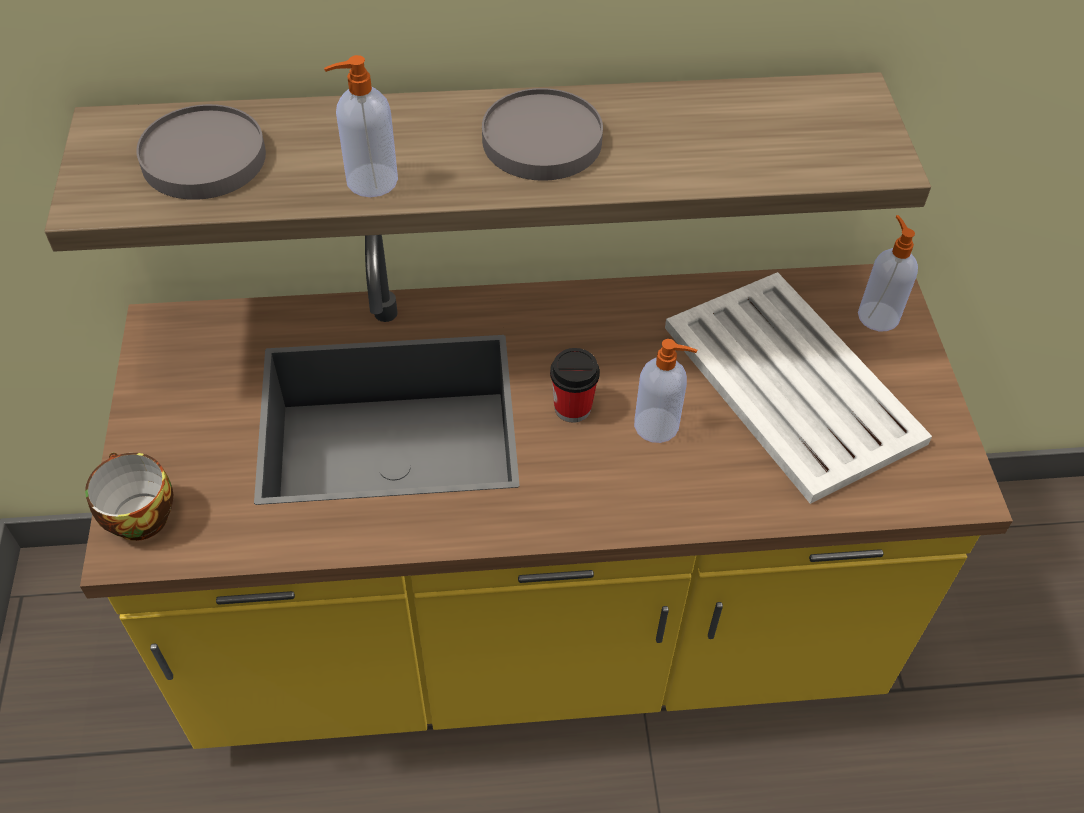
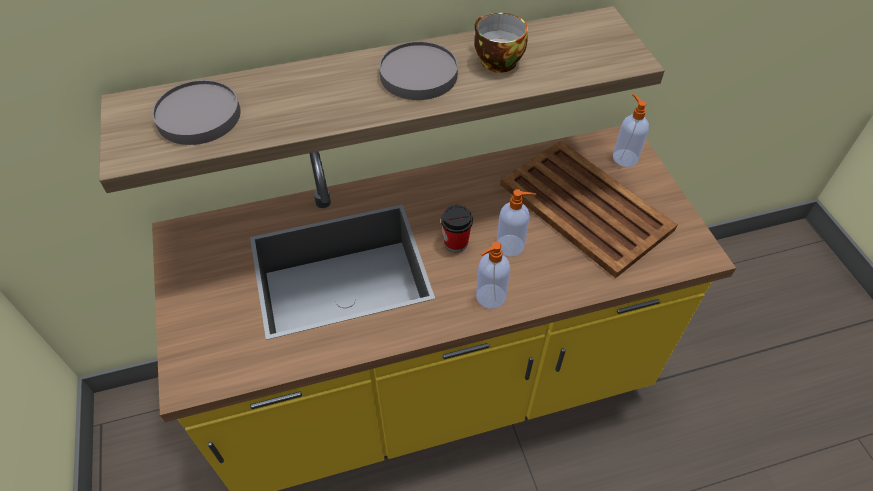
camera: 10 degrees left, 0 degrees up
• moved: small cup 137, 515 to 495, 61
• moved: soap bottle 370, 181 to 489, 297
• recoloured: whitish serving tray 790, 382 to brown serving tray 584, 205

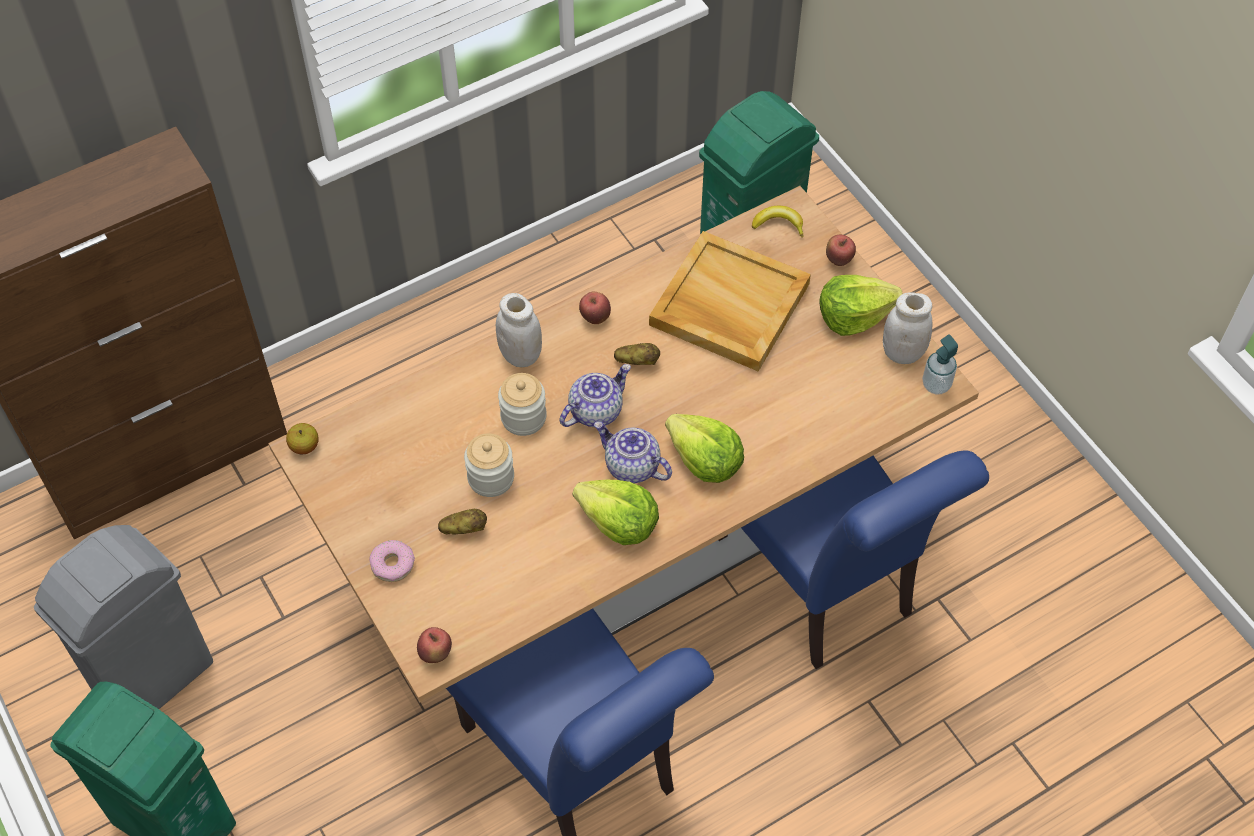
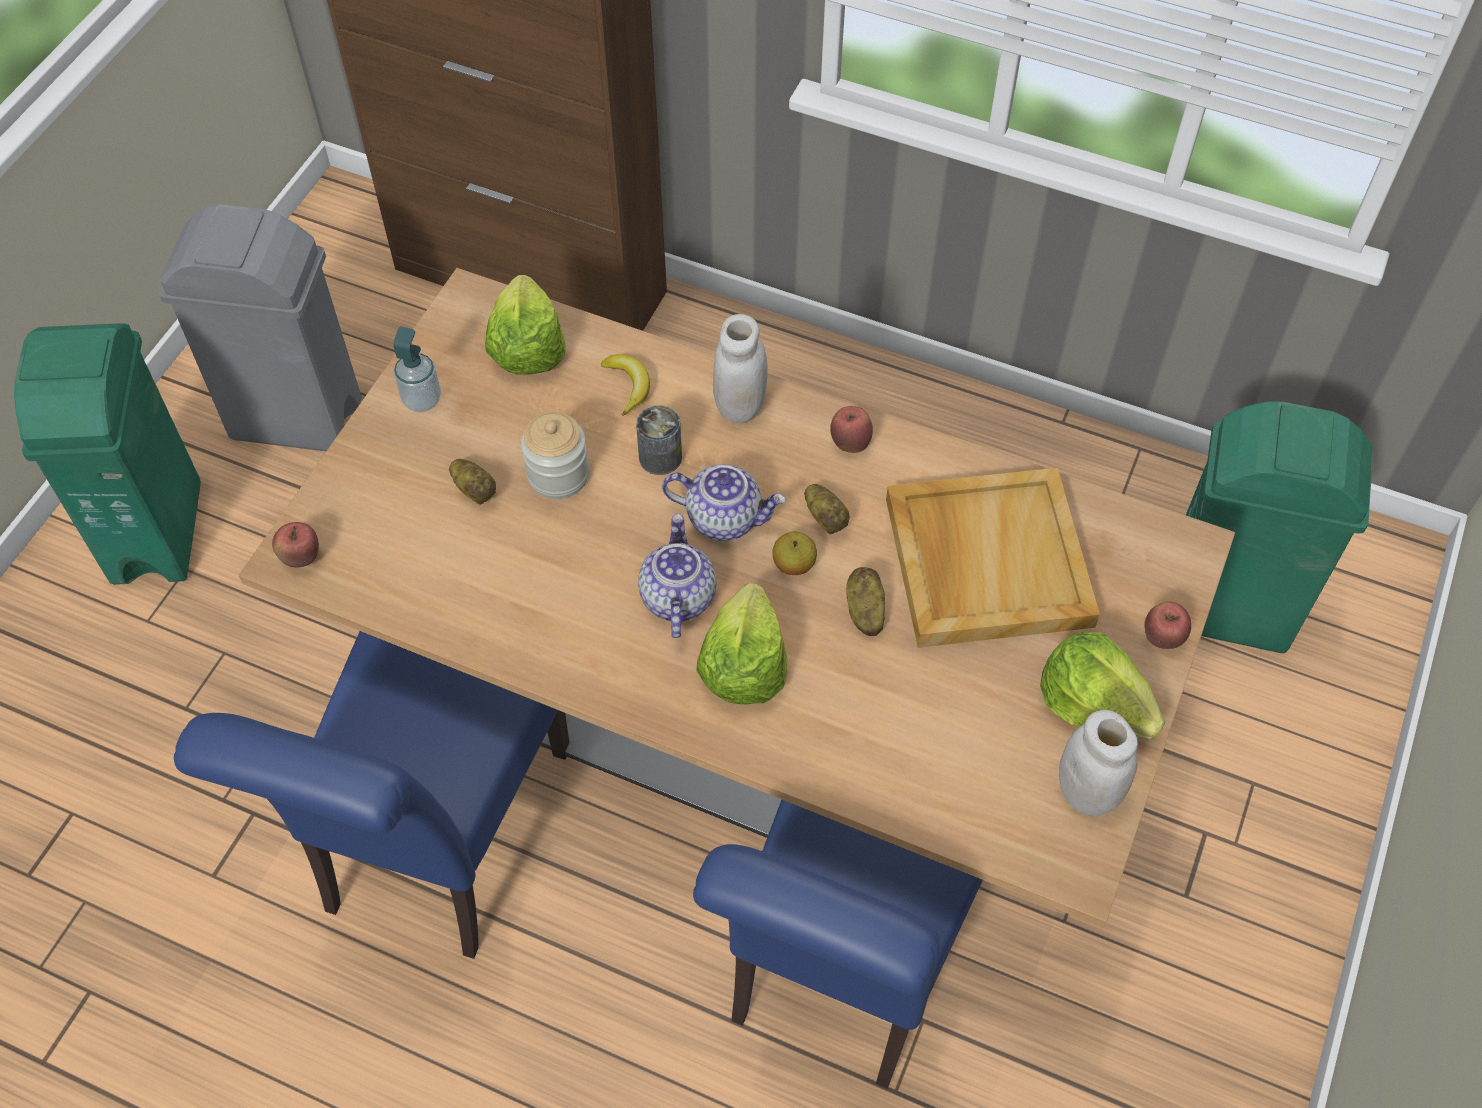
camera: 55 degrees right, 0 degrees up
• removed: ring doughnut 392, 564
• added: whole potato 864, 611
• moved: whole apple 304, 446 to 794, 564
• moved: lettuce head 618, 523 to 526, 348
• moved: banana fruit 779, 224 to 628, 385
• moved: soap bottle 936, 384 to 422, 400
• replaced: preserve jar 523, 417 to can 660, 457

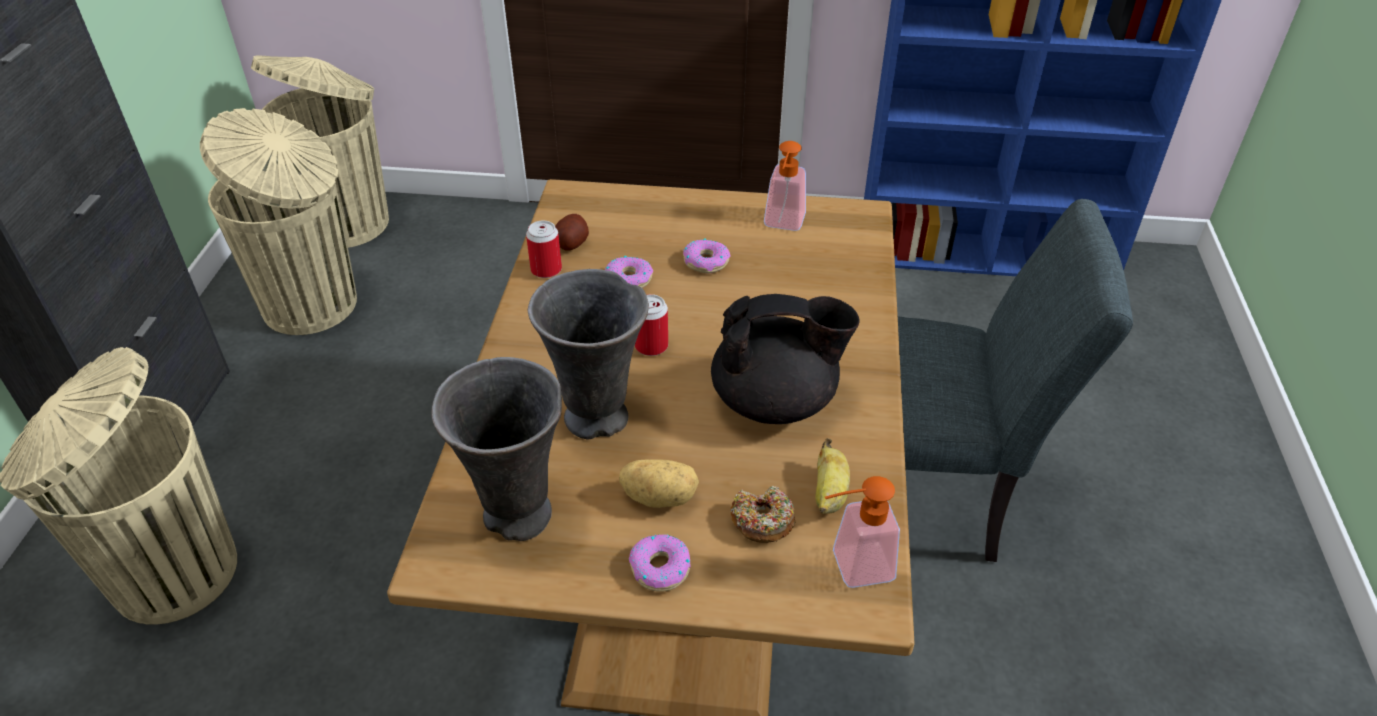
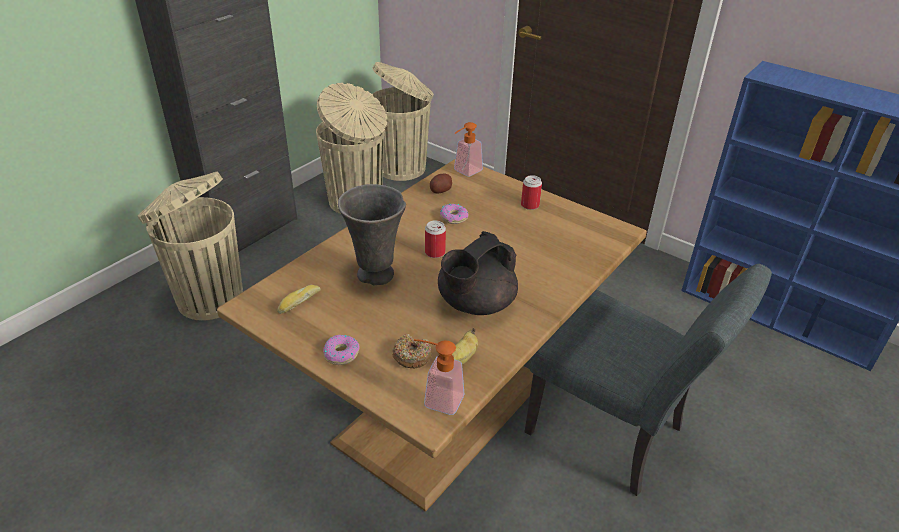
camera: 30 degrees right, 5 degrees down
• removed: whole potato 660, 496
• removed: ring doughnut 706, 262
• moved: can 546, 269 to 530, 205
• moved: soap bottle 783, 224 to 464, 172
• replaced: greyish decorative vase 518, 517 to bread 299, 302
• turned: blackish pot for tea 776, 401 = 475, 304 105 degrees clockwise

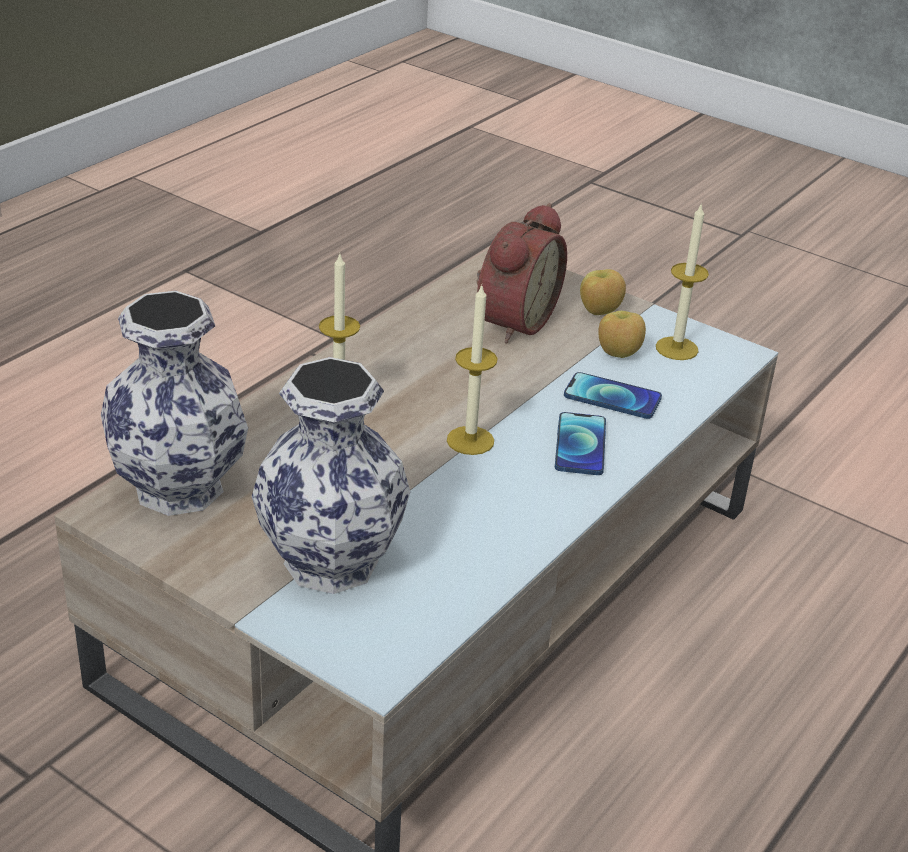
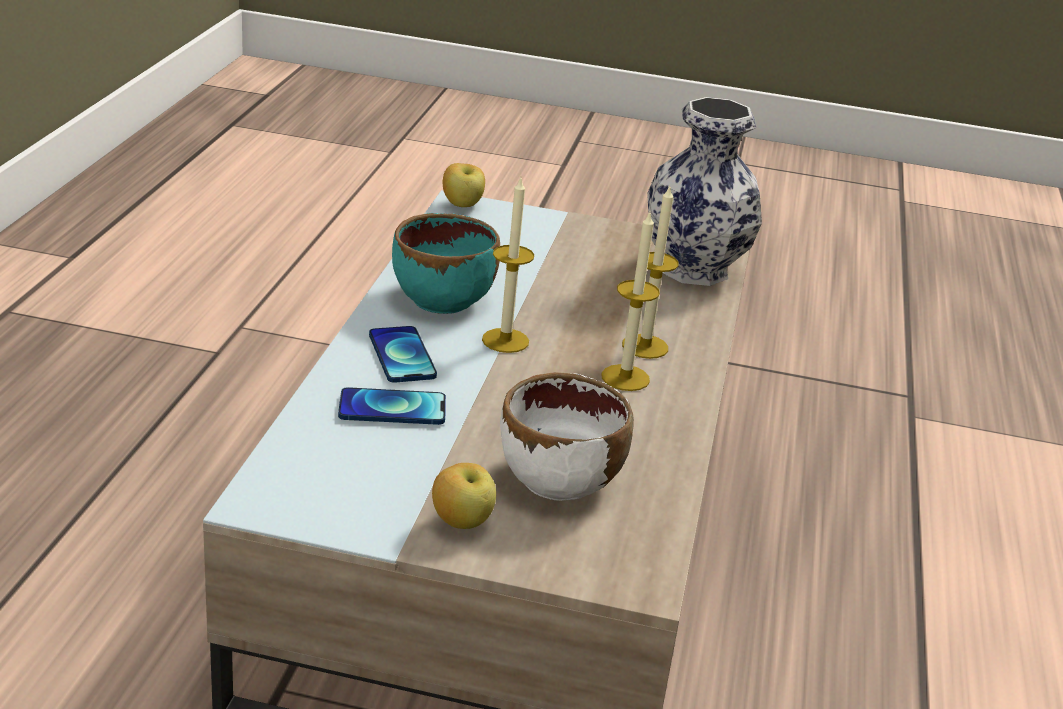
camera: 155 degrees right, 5 degrees down
• removed: decorative vase 334, 562
• added: blue-green serving bowl 443, 300
• moved: whole apple 618, 354 to 462, 205
• moved: wax candle 676, 348 to 625, 378
• replaced: table clock 512, 321 to whitish serving bowl 559, 480

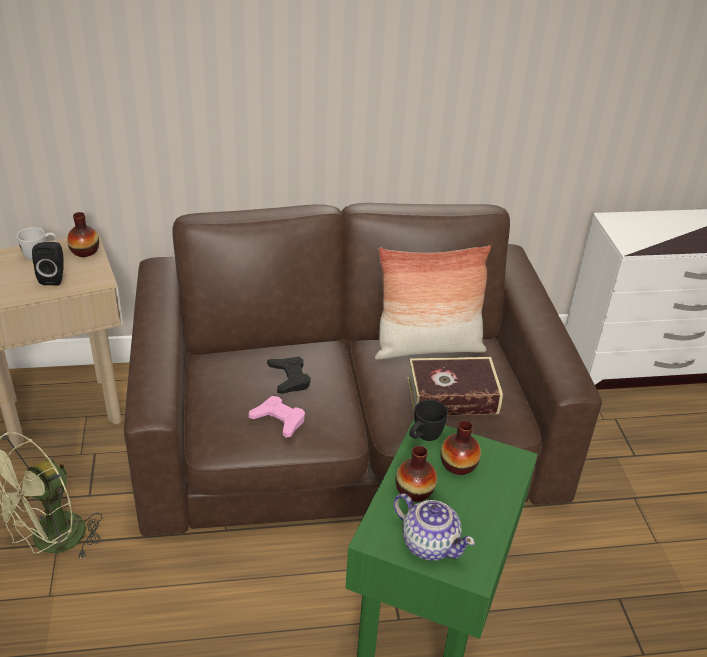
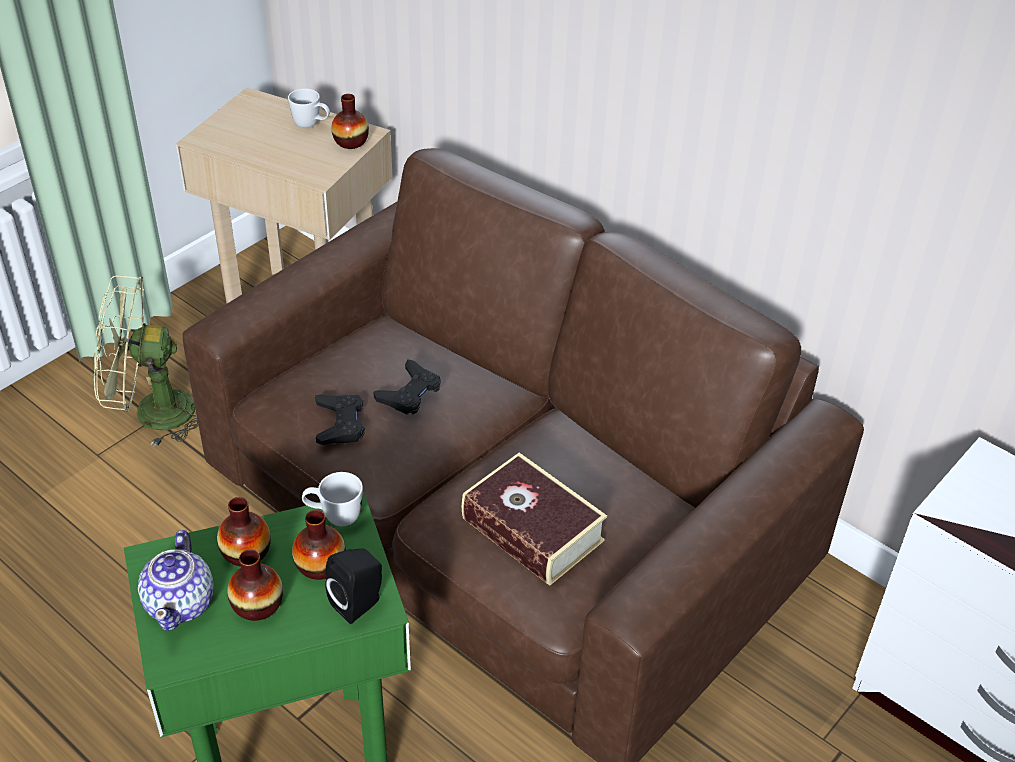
camera: 50 degrees right, 5 degrees up
• removed: pillow 427, 347
• added: decorative vase 257, 605
• moved: blackish audio speaker 54, 277 to 359, 603
• recoloured: pink-coloured joypad 279, 420 to blackish joypad 340, 423
• recoloured: blackish tea mug 424, 438 to whitish tea mug 334, 517

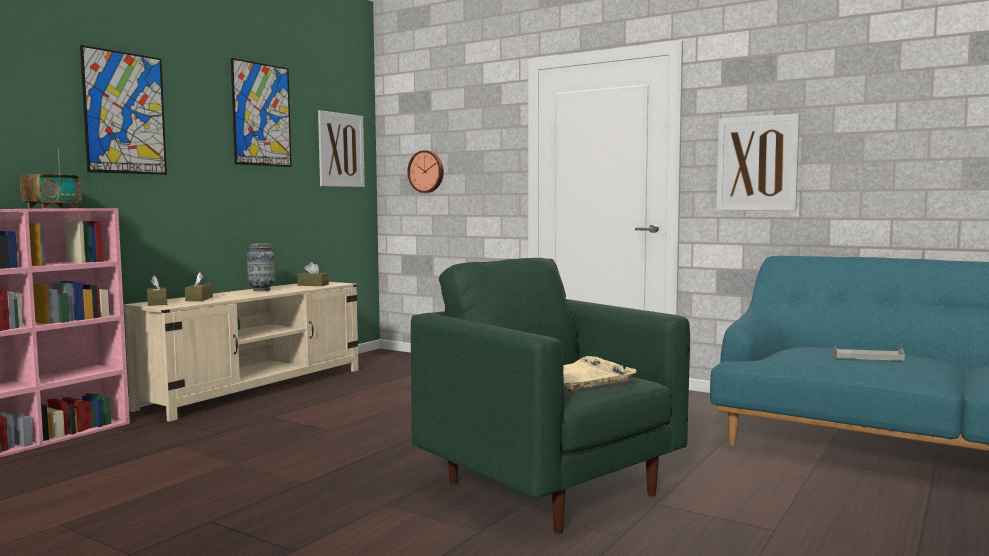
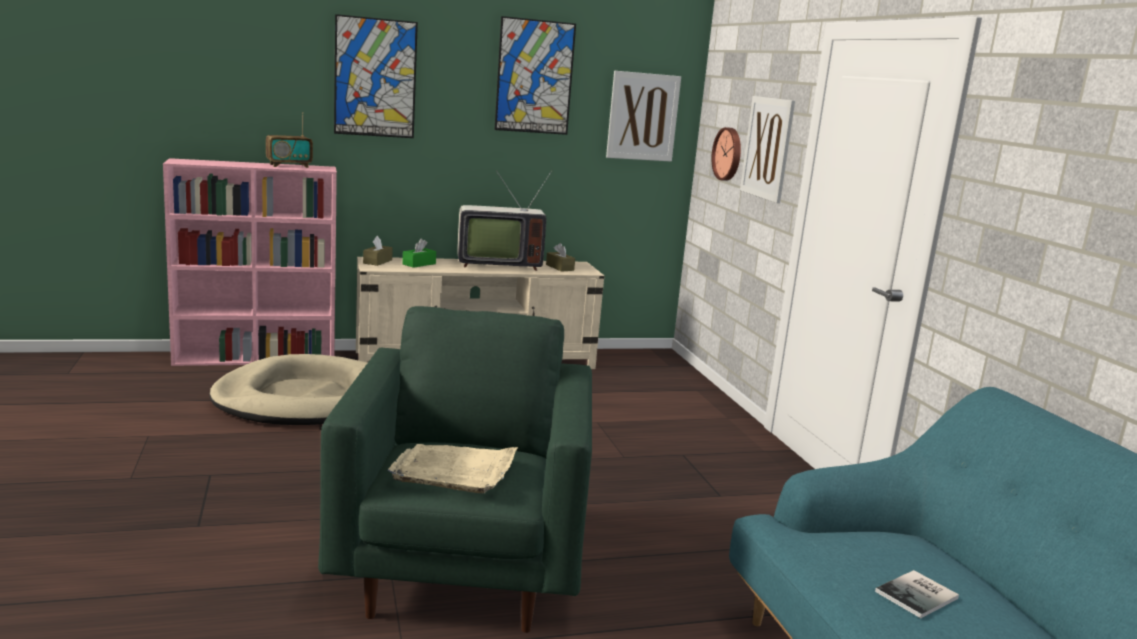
camera: 40 degrees right, 10 degrees up
• added: sand-coloured dog bed 303, 399
• moved: picture 757, 163 to 767, 148
• replaced: decorative vase 261, 290 to TV 497, 264
• replaced: greyish serving tray 867, 357 to volume 919, 595
• recoloured: brown box of tissues 199, 299 to green box of tissues 419, 264

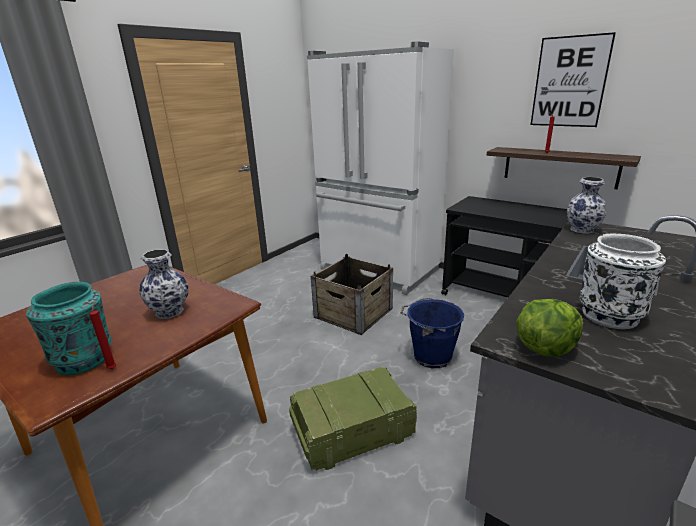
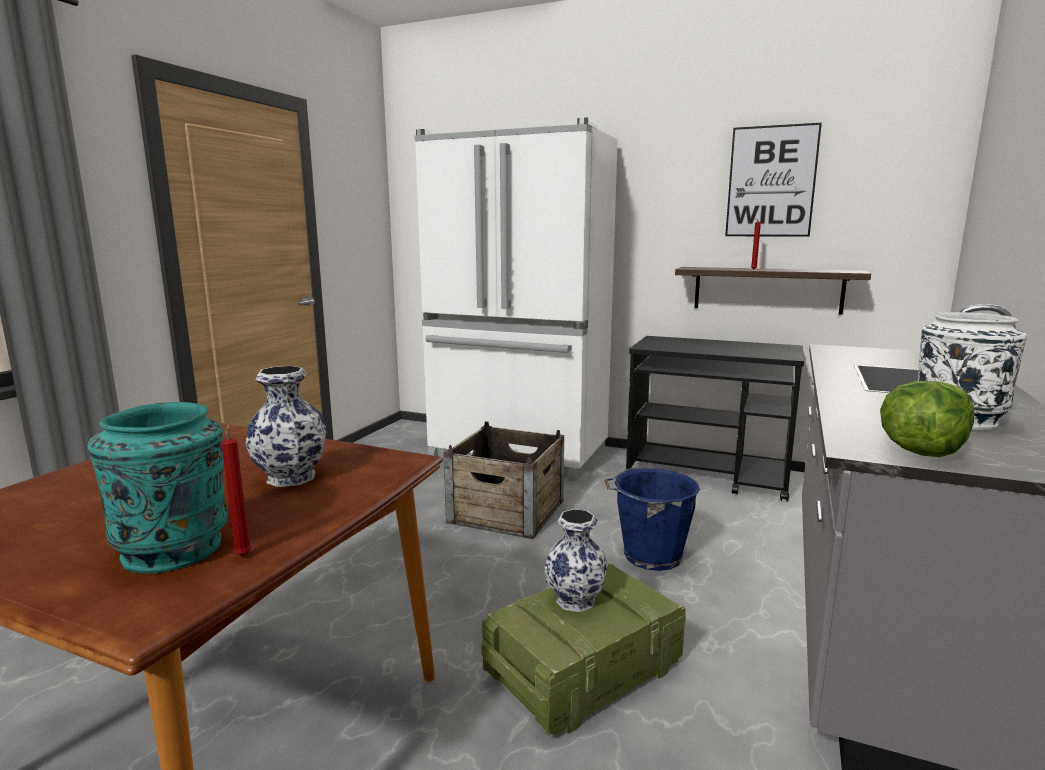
camera: 15 degrees left, 10 degrees down
• moved: decorative vase 582, 229 to 576, 600

